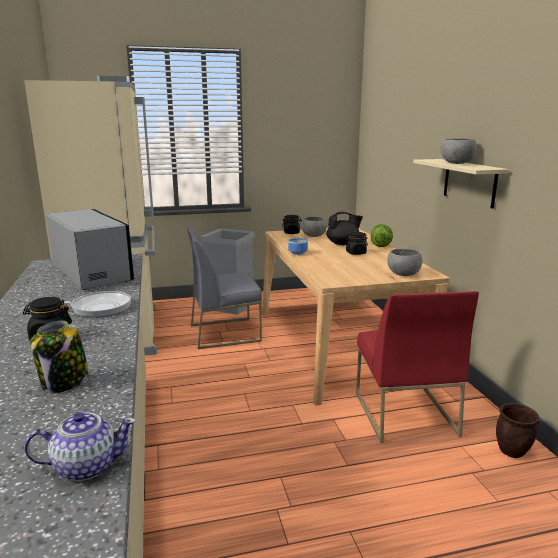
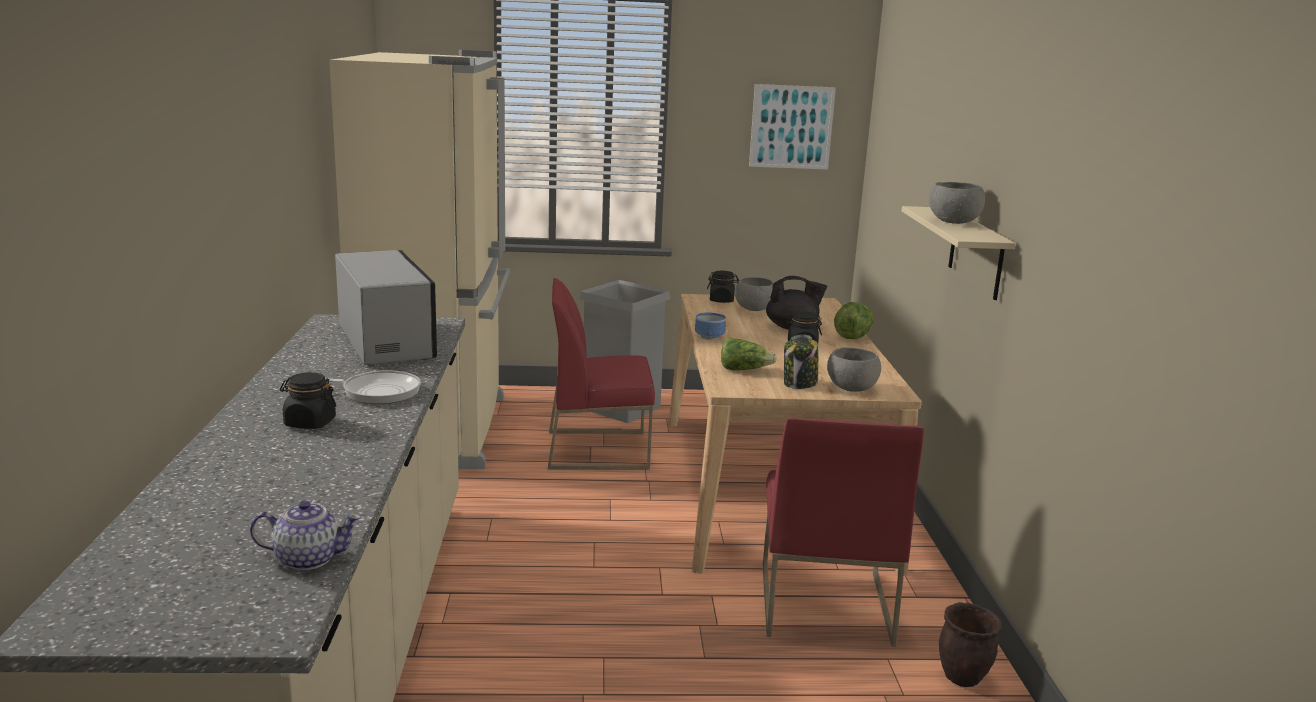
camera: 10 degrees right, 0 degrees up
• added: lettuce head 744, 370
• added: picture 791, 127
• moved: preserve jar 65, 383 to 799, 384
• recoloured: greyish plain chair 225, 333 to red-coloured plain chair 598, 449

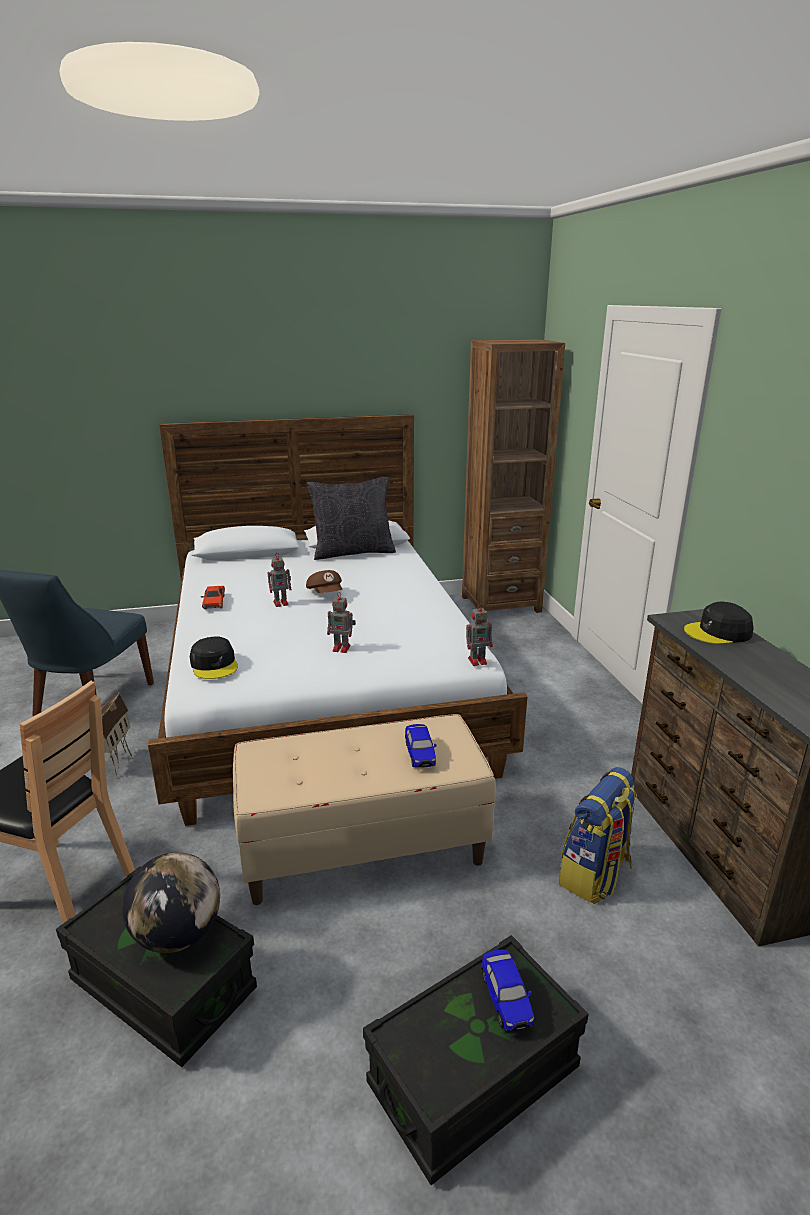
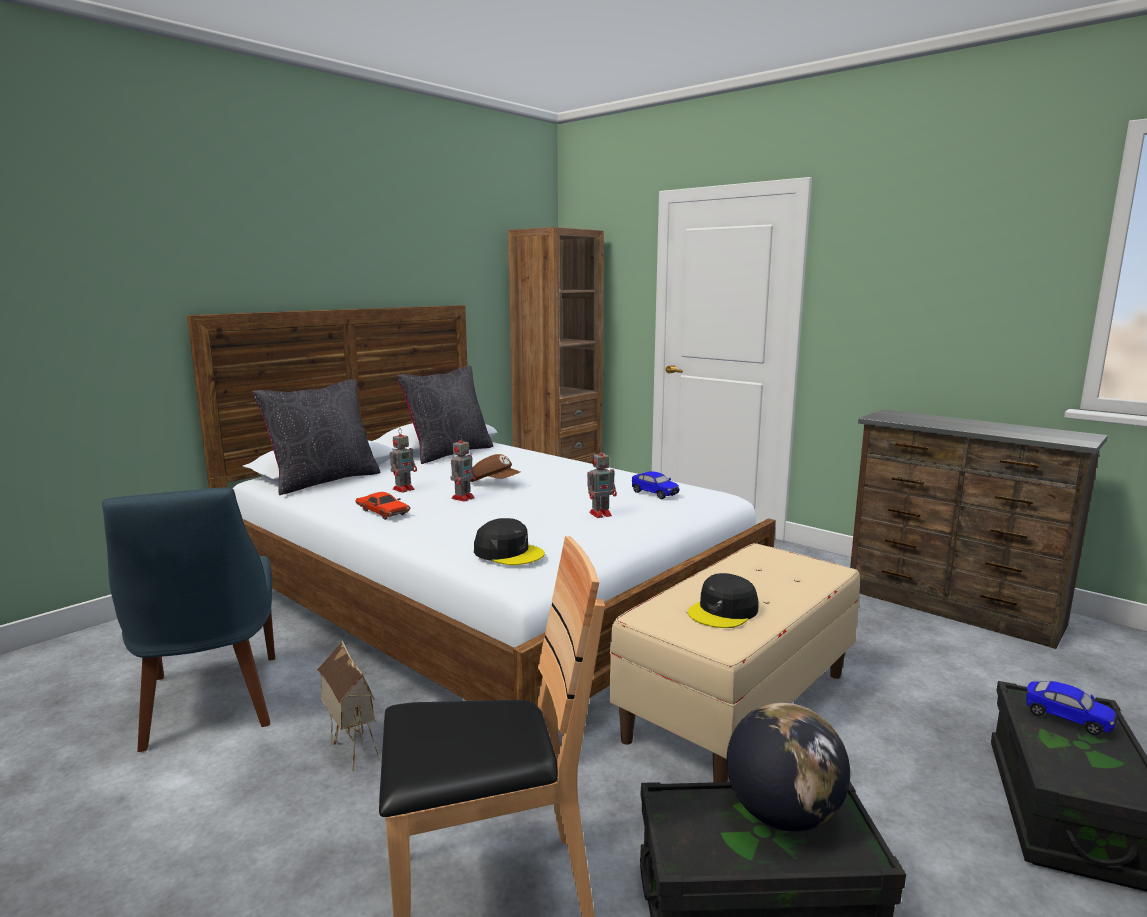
camera: 35 degrees left, 10 degrees down
• removed: knapsack 595, 875
• added: blackish pillow 323, 481
• moved: toy car 420, 754 to 654, 494
• moved: toy robot 478, 660 to 404, 489
• moved: blackish peaked cap 718, 632 to 723, 611

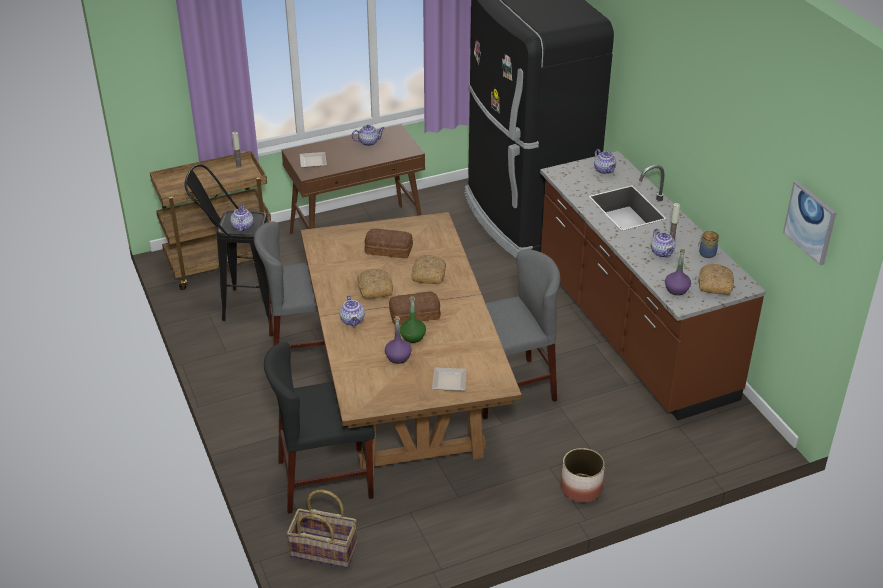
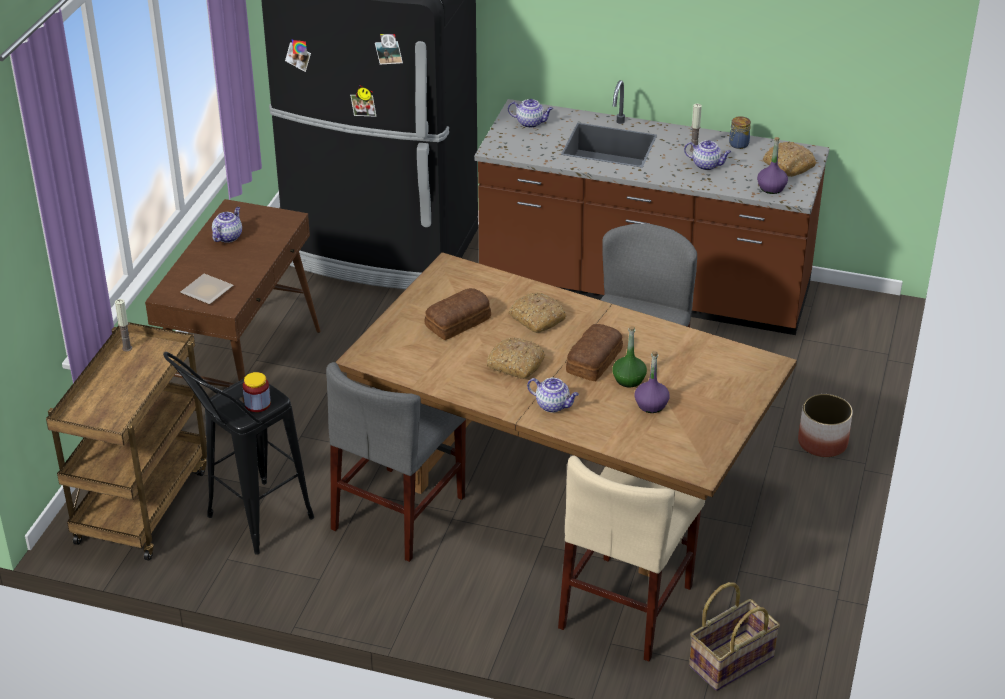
camera: 50 degrees left, 0 degrees up
• removed: plate 450, 380
• removed: picture 810, 222
• replaced: pot for tea 242, 227 to preserve jar 257, 404
• recoloured: blackish plain chair 325, 479 to sand-coloured plain chair 626, 606

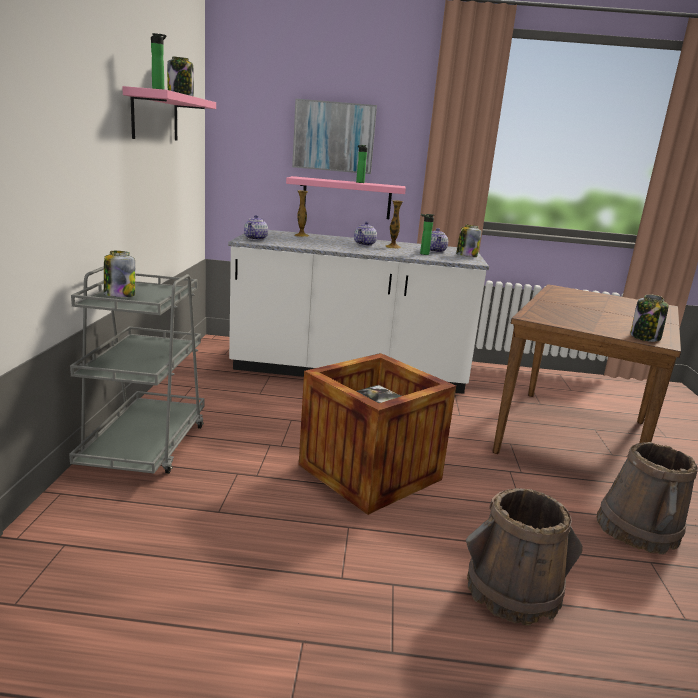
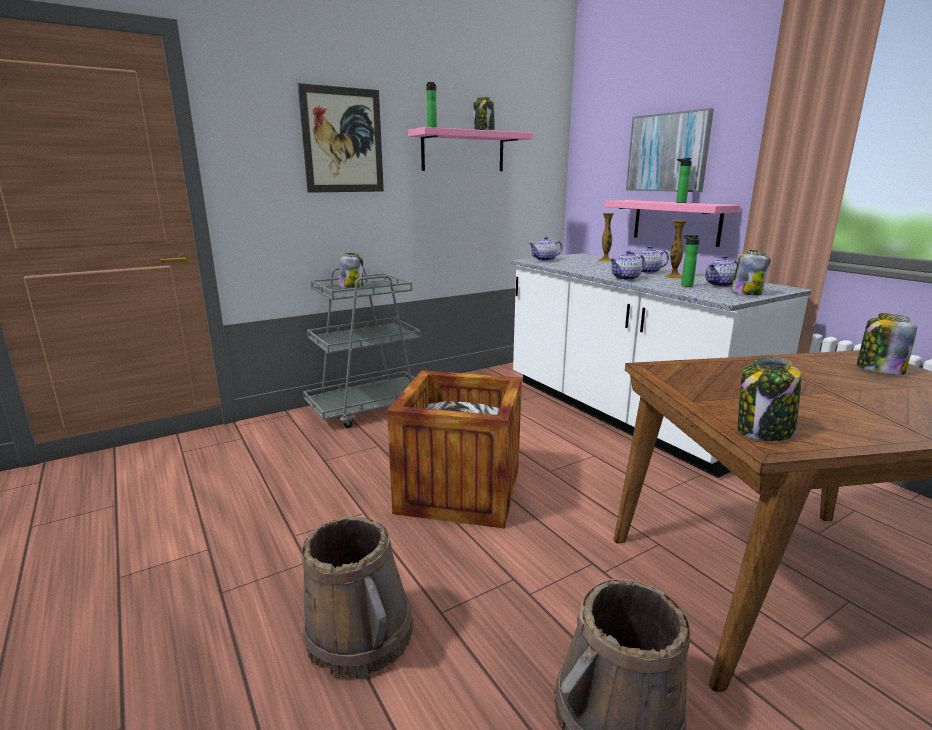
camera: 55 degrees right, 0 degrees up
• added: picture 343, 140
• added: pot for tea 626, 278
• added: preserve jar 879, 370

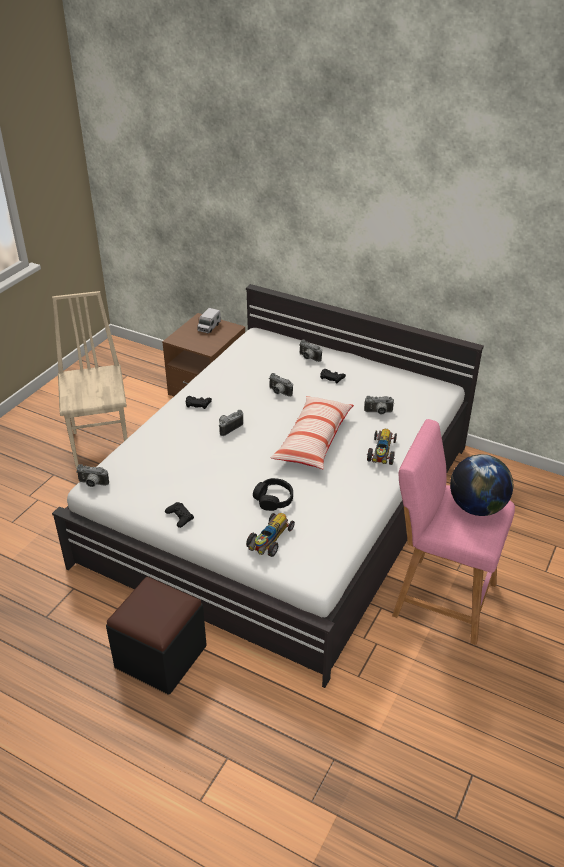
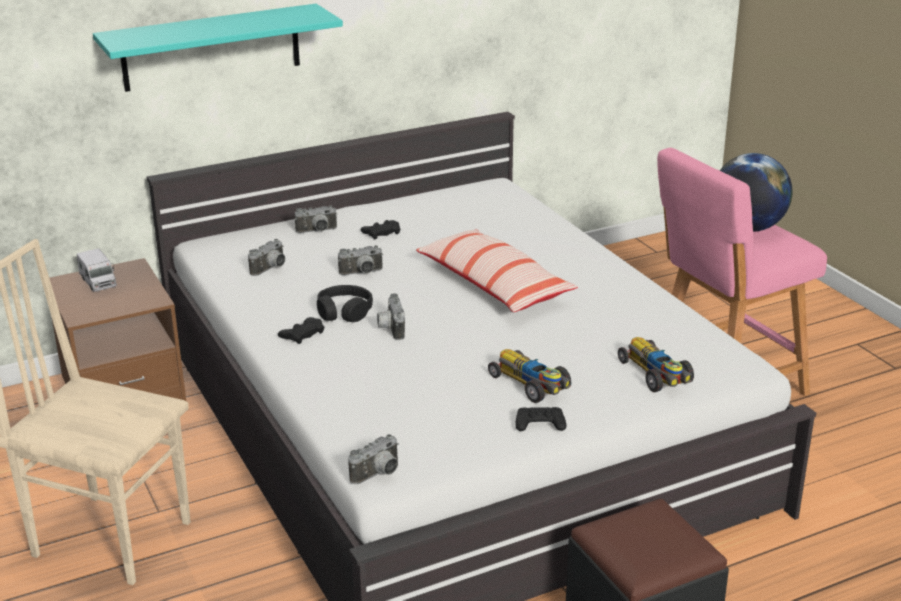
camera: 55 degrees left, 10 degrees down
• added: blue-green shelf 211, 47
• moved: blackish pair of headphones 273, 499 to 344, 312
• moved: photo camera 378, 412 to 271, 269
• moved: toy car 382, 453 to 531, 385

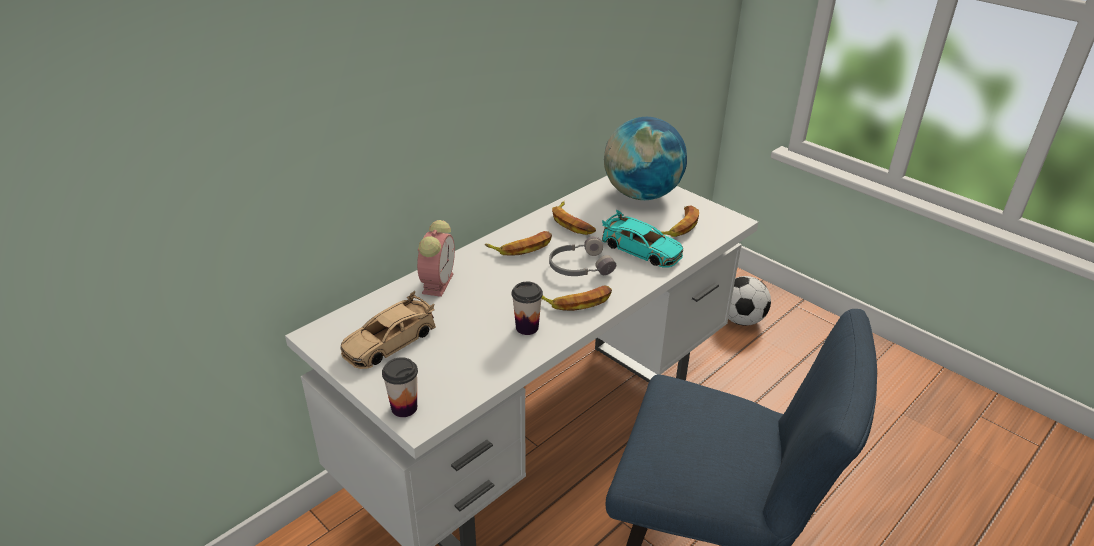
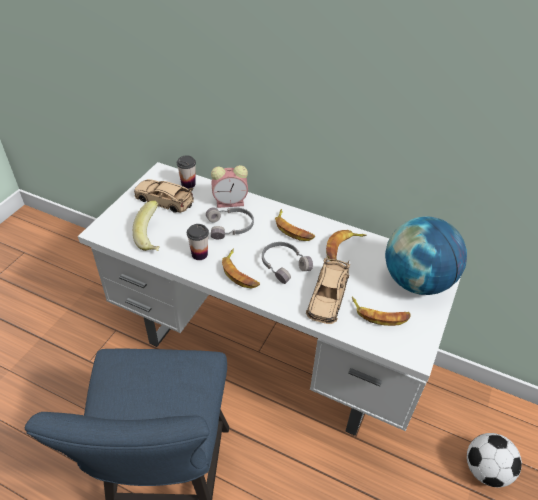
camera: 70 degrees right, 10 degrees up
• added: banana fruit 153, 237
• added: greyish pair of headphones 231, 227
• moved: small cup 404, 408 to 188, 184
• recoloured: blue-green toy car 641, 250 to sand-coloured toy car 327, 296

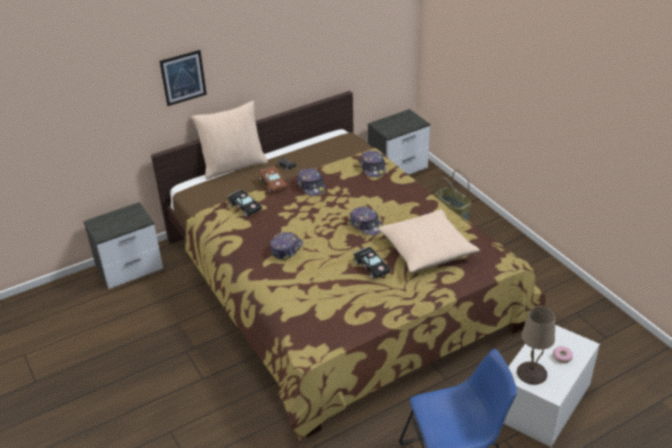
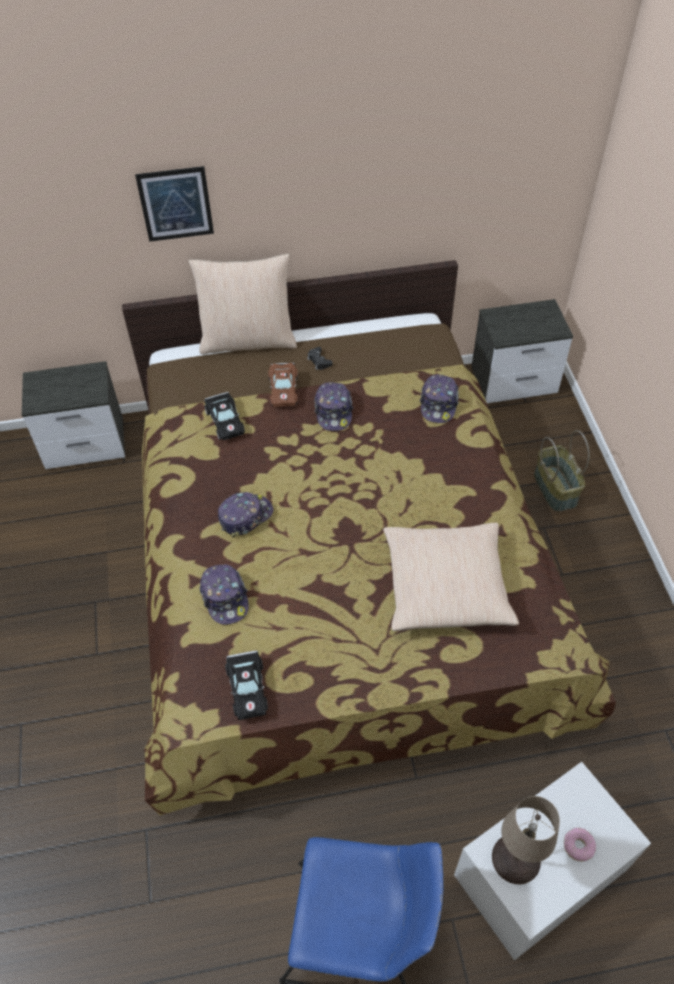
camera: 20 degrees right, 15 degrees up
• moved: peaked cap 366, 225 to 225, 598
• moved: blackish toy car 371, 266 to 247, 687

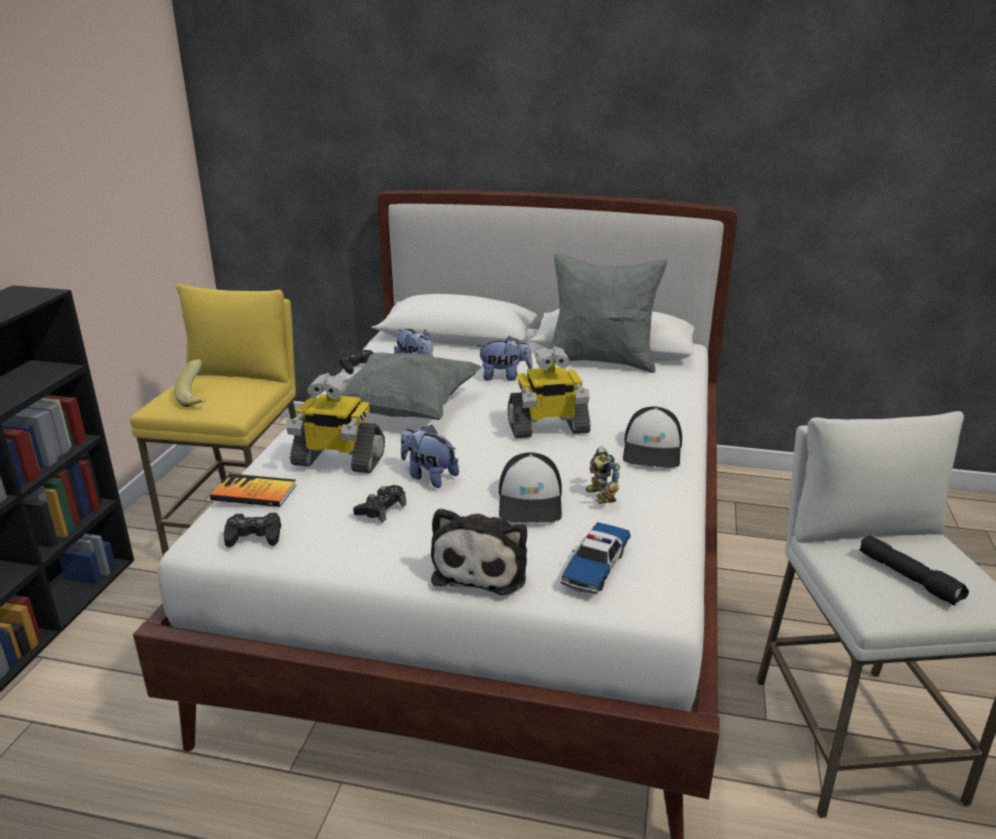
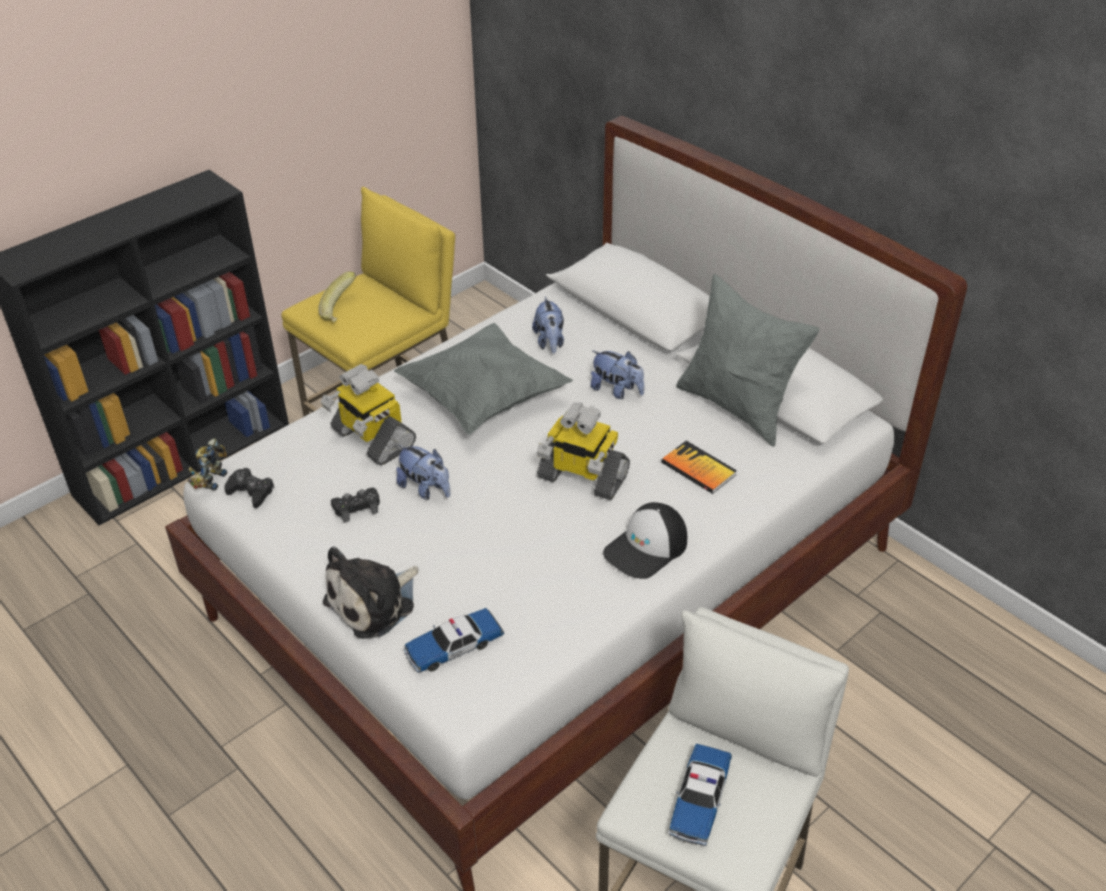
camera: 35 degrees right, 15 degrees up
• removed: blackish joypad 358, 366
• removed: peaked cap 531, 501
• moved: volume 254, 493 to 698, 469
• moved: toy robot 598, 496 to 211, 479
• replaced: blackish torch 910, 578 to toy car 699, 799
• turned: cuddly toy 428, 476 = 426, 489 150 degrees clockwise

